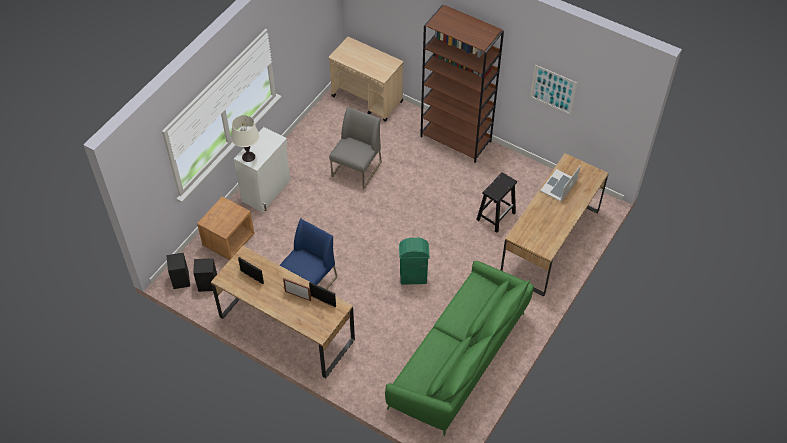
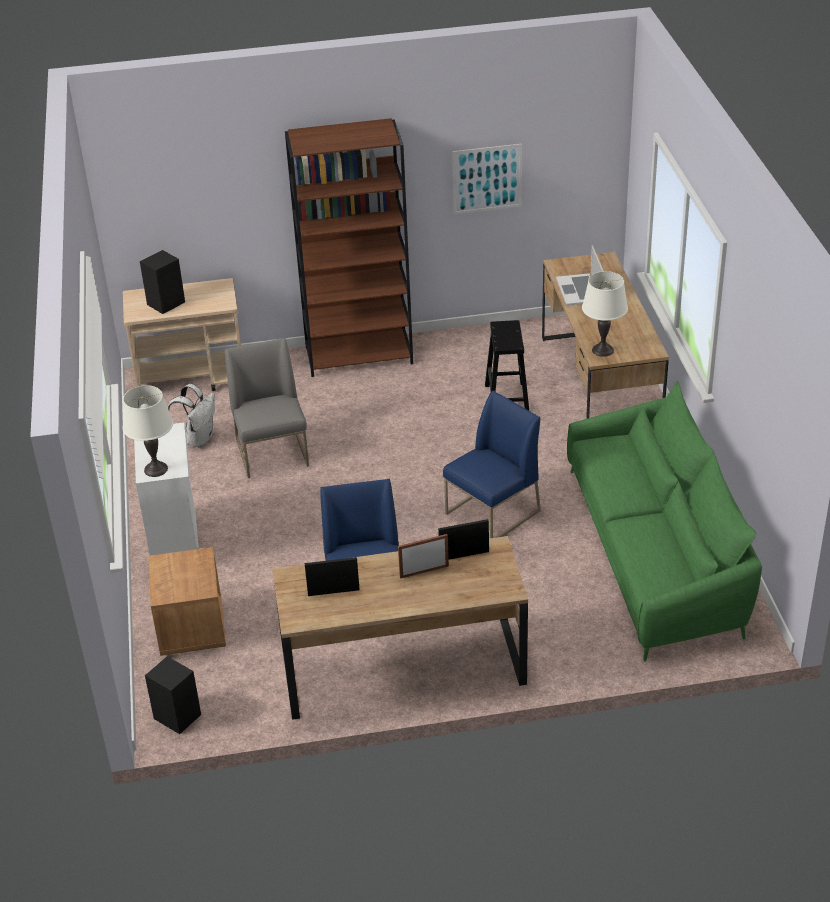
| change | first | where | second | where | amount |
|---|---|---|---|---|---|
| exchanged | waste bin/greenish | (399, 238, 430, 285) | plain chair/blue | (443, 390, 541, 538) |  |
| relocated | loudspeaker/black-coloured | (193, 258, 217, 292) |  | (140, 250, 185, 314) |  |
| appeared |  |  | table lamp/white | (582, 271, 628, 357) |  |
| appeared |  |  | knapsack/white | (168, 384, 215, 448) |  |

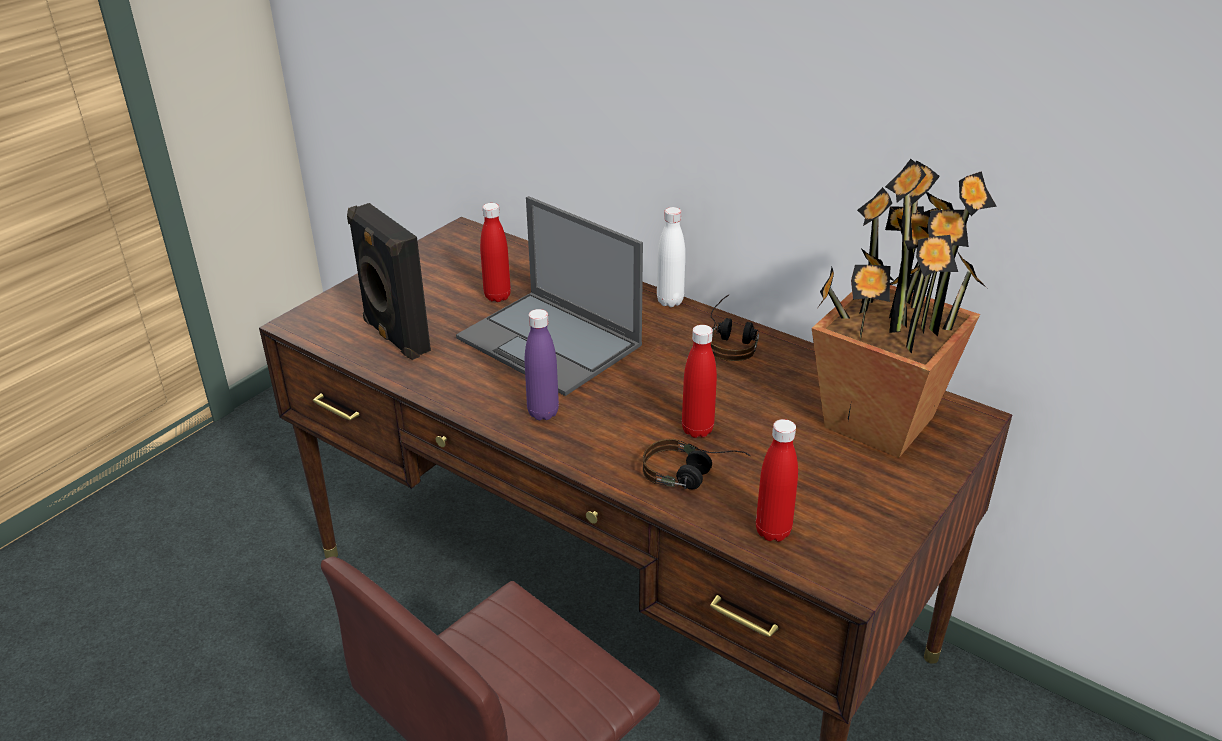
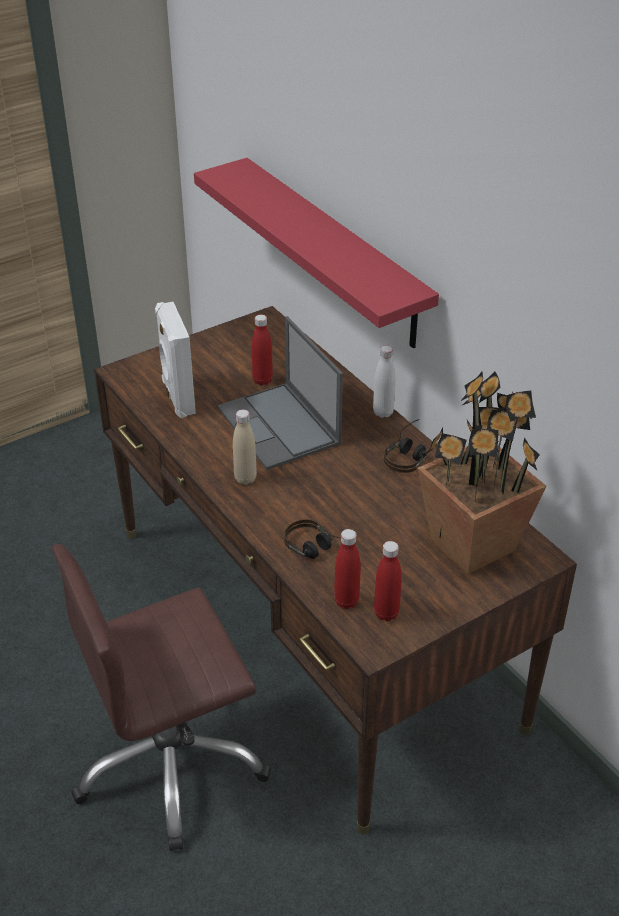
| change | first | where | second | where | amount |
|---|---|---|---|---|---|
| colour | loudspeaker/black-coloured | (347, 203, 431, 360) | loudspeaker/white | (155, 302, 196, 418) |  |
| colour | drink bottle/purple | (525, 309, 559, 420) | drink bottle/beige-coloured | (233, 410, 257, 485) |  |
| relocated | drink bottle/red-coloured | (682, 325, 717, 438) |  | (374, 541, 402, 621) |  |
| appeared |  |  | shelf/red-coloured | (194, 158, 439, 348) |  |

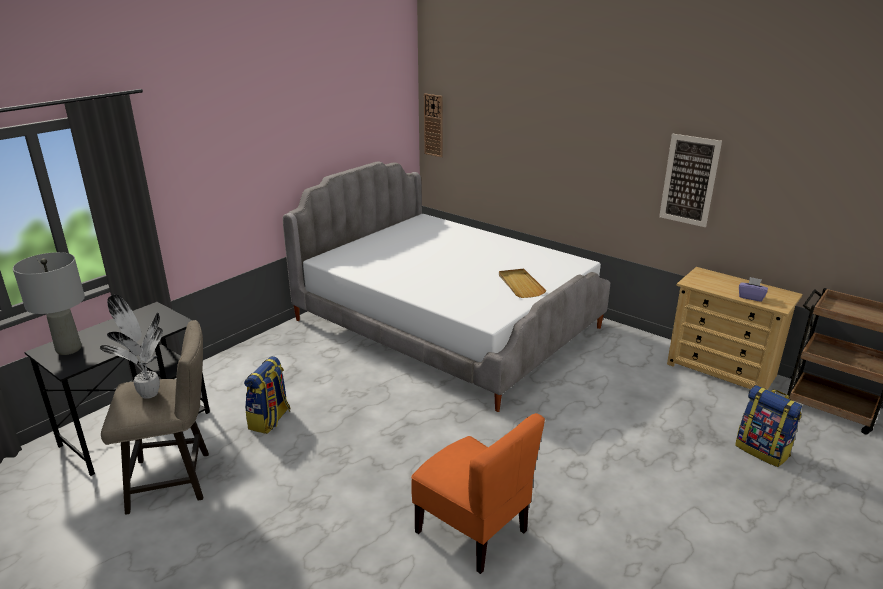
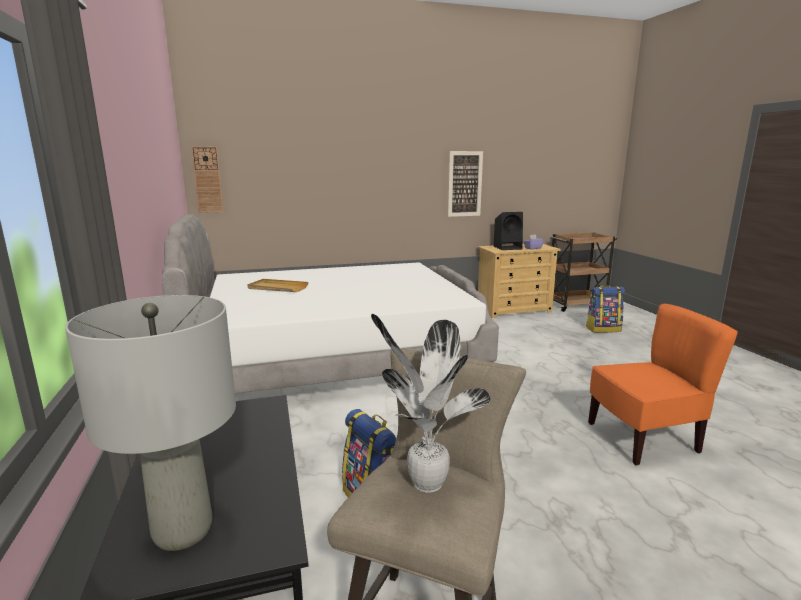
| change | first | where | second | where | amount |
|---|---|---|---|---|---|
| relocated | carrying tray/beige-coloured | (499, 269, 546, 298) |  | (247, 279, 309, 292) |  |
| appeared |  |  | loudspeaker/black-coloured | (494, 212, 523, 250) |  |

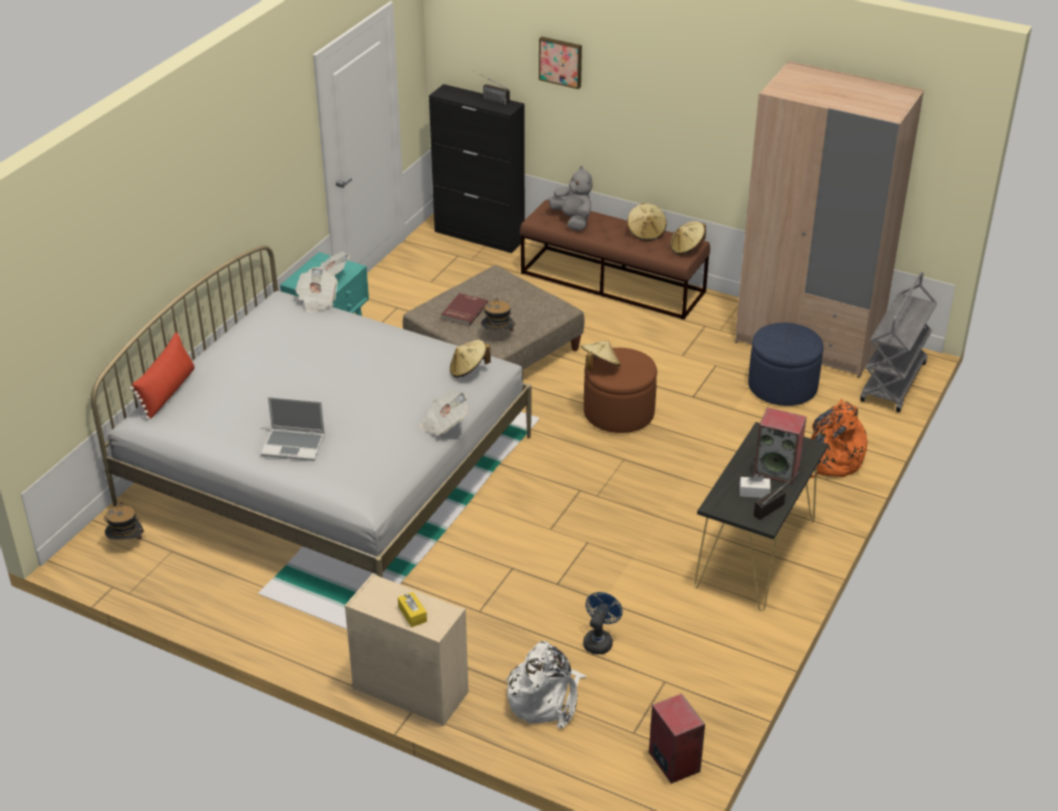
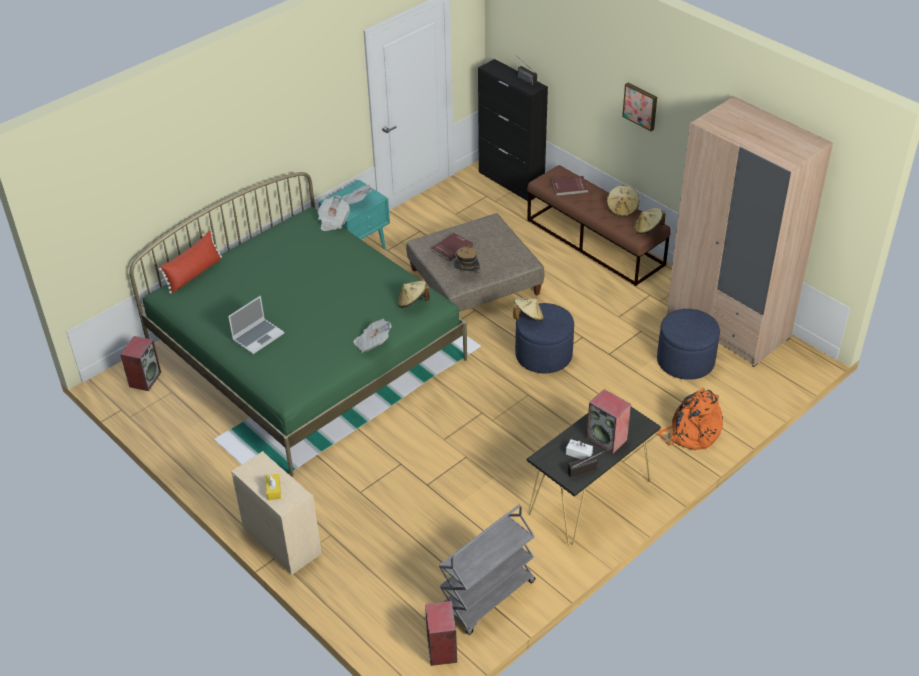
| change | first | where | second | where | amount |
|---|---|---|---|---|---|
| relocated | wall art | (539, 36, 582, 89) |  | (622, 83, 657, 131) |  |
| exchanged | soft toy/grey | (548, 166, 593, 231) | bound book/red-coloured | (552, 176, 589, 196) |  |
| colour | sleeping bed/white | (91, 245, 531, 578) | sleeping bed/greenish | (129, 172, 467, 477) |  |
| relocated | trolley/grey | (860, 272, 937, 412) |  | (439, 505, 535, 635) |  |
| colour | ottoman/brownish | (584, 348, 657, 433) | ottoman/blue | (515, 303, 574, 373) |  |
| spun | portable computer | (261, 397, 325, 461) |  | (228, 296, 284, 354) | 75 degrees counterclockwise |
| exchanged | hat | (104, 502, 145, 540) | loudspeaker | (120, 336, 161, 391) |  |
| missing | fan/blue | (583, 592, 623, 654) |  |  |  |
| missing | knapsack/white | (506, 641, 587, 729) |  |  |  |

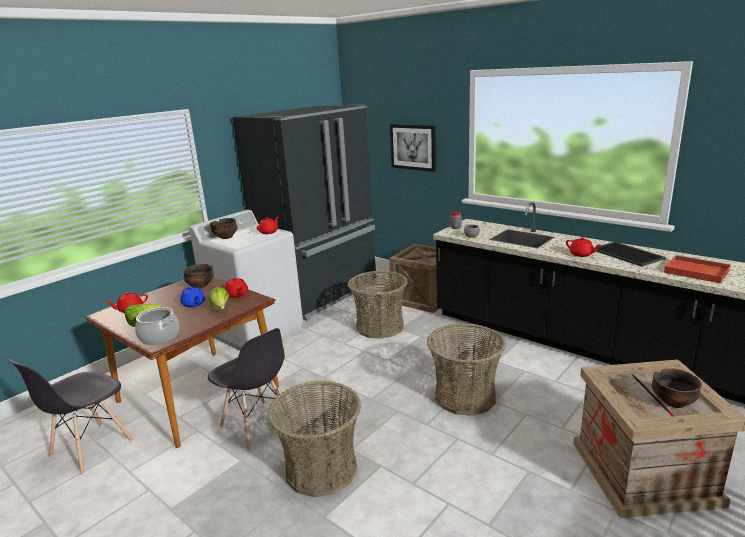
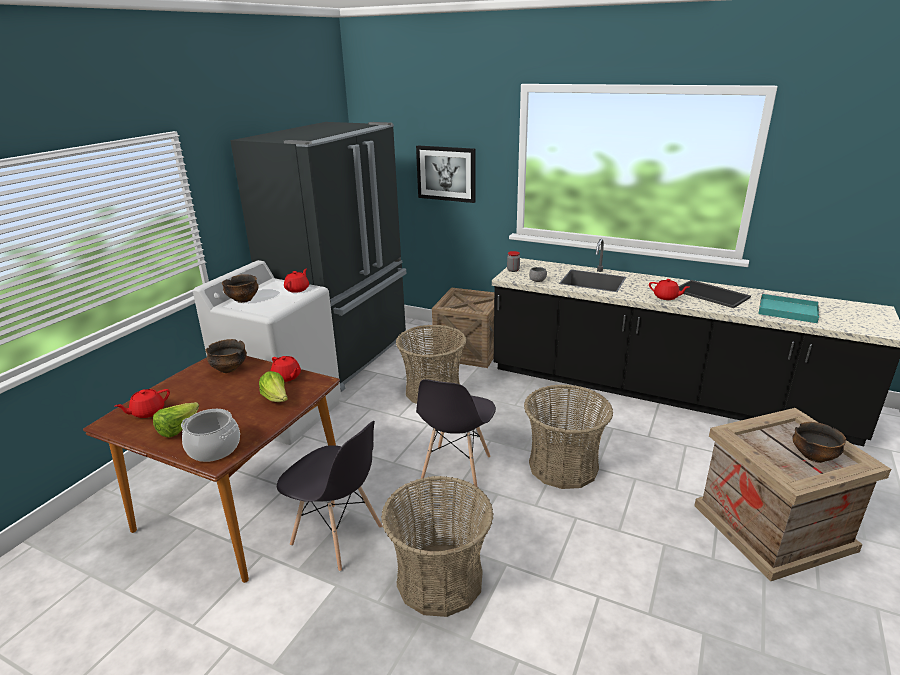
| change | first | where | second | where | amount |
|---|---|---|---|---|---|
| colour | carrying tray/red-coloured | (664, 255, 731, 284) | carrying tray/turquoise | (759, 293, 819, 323) |  |
| missing | teapot/blue | (180, 286, 205, 307) |  |  |  |
| relocated | plain chair/grey | (7, 359, 133, 475) |  | (416, 379, 496, 488) |  |

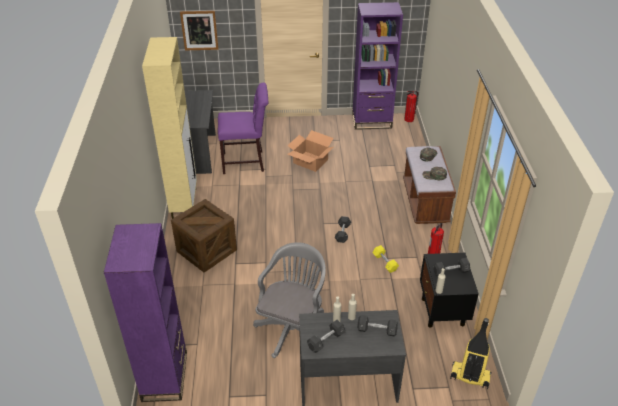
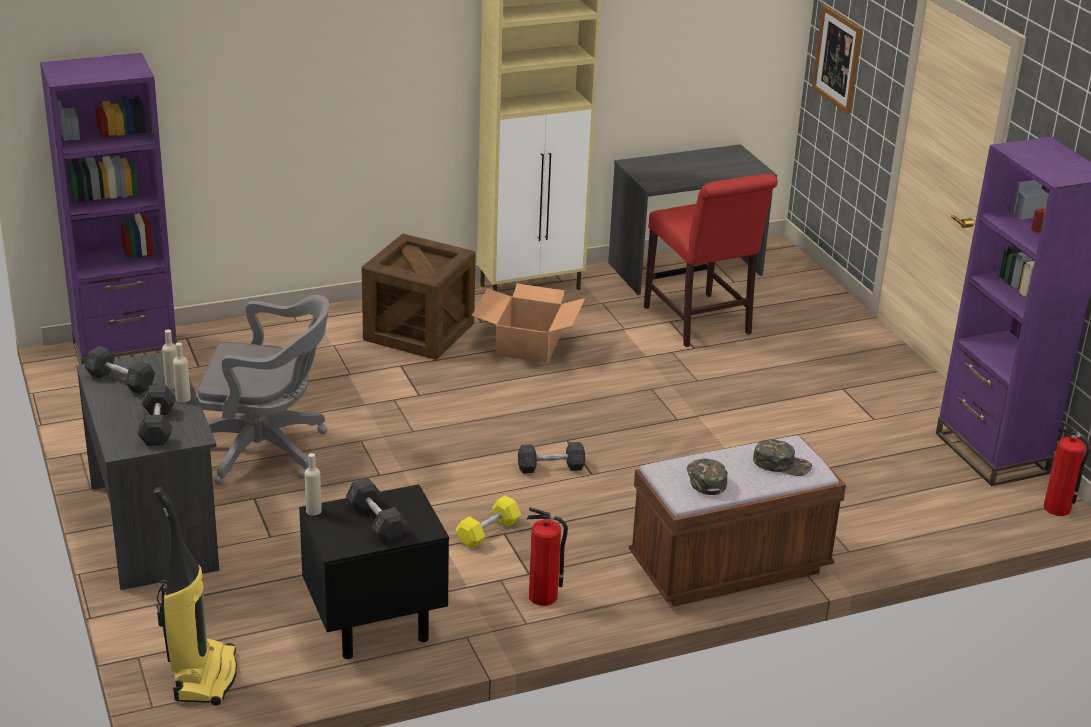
| change | first | where | second | where | amount |
|---|---|---|---|---|---|
| colour | plain chair/purple | (218, 83, 268, 174) | plain chair/red-coloured | (644, 174, 778, 347) |  |
| relocated | packing box | (287, 130, 334, 172) |  | (472, 284, 585, 363) |  |

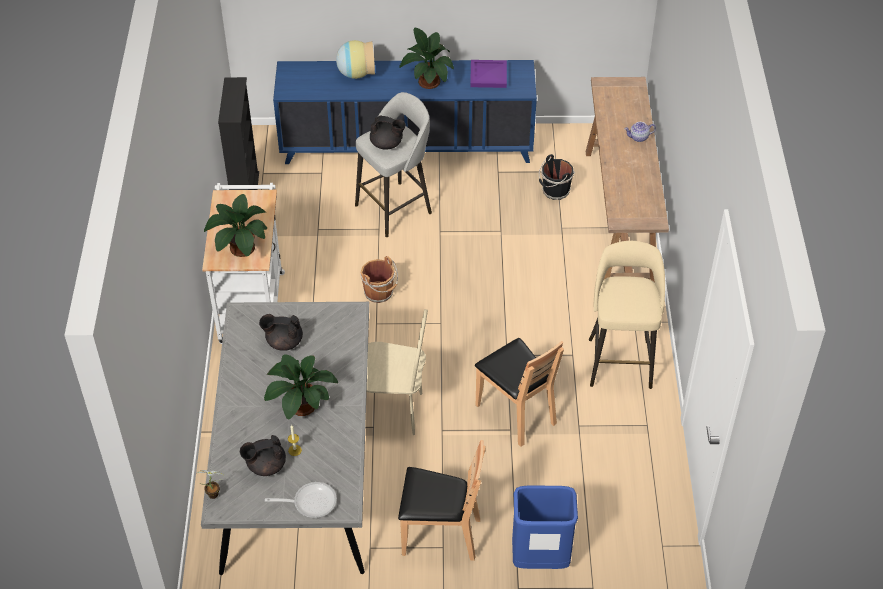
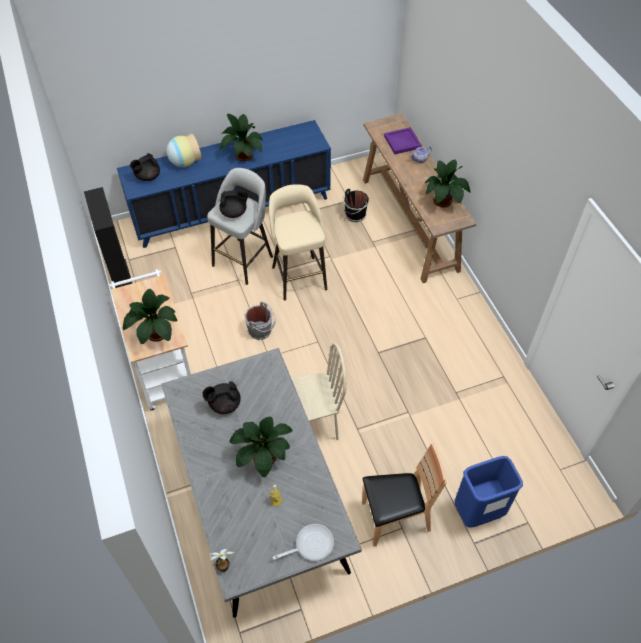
| change | first | where | second | where | amount |
|---|---|---|---|---|---|
| relocated | carrying tray/purple | (470, 60, 507, 88) |  | (384, 127, 422, 154) |  |
| relocated | stool seat/beige-coloured | (589, 241, 665, 389) |  | (269, 184, 327, 301) |  |
| colour | water bucket/brownish | (360, 256, 398, 303) | water bucket/grey | (244, 302, 276, 340) |  |
| missing | plain chair/brownish | (475, 338, 564, 447) |  |  |  |
| relocated | teapot/black-coloured | (240, 435, 286, 476) |  | (130, 153, 160, 181) |  |
| appeared |  |  | plant in a pot | (425, 159, 470, 207) |  |

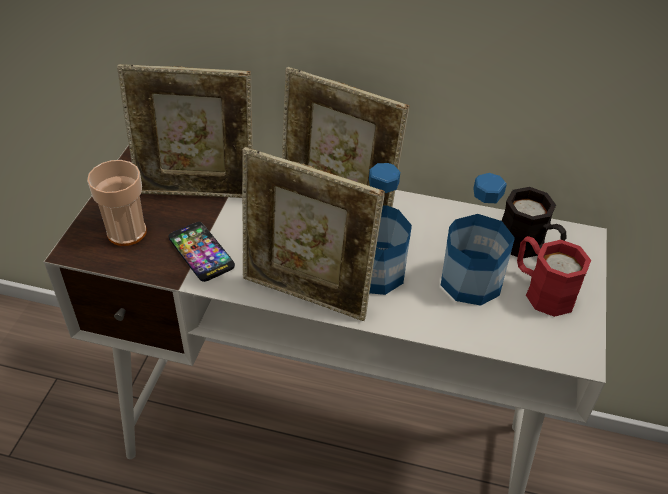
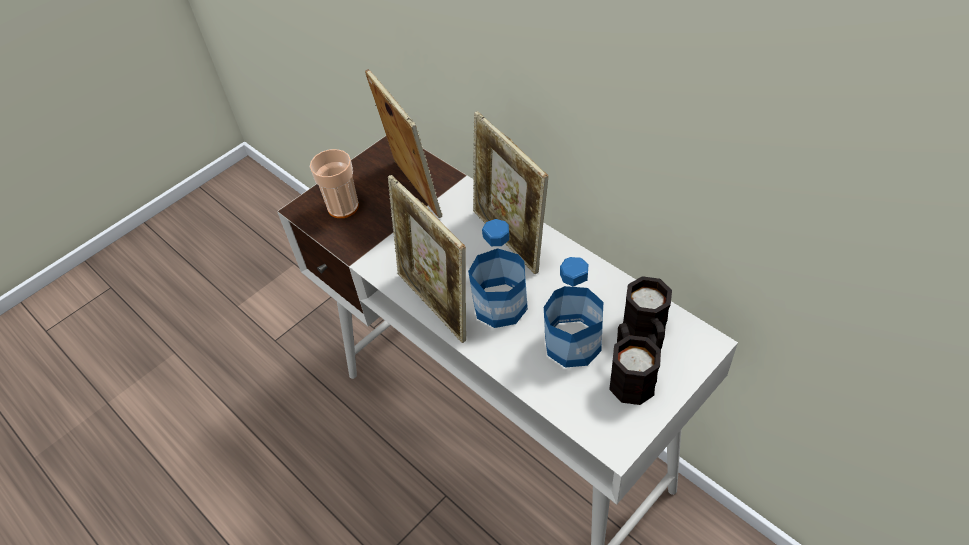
| change | first | where | second | where | amount |
|---|---|---|---|---|---|
| spun | photo frame | (117, 64, 253, 198) |  | (365, 69, 443, 218) | 150 degrees counterclockwise |
| missing | telephone | (168, 222, 235, 282) |  |  |  |
| colour | tea mug/red-coloured | (517, 236, 591, 317) | tea mug/black-coloured | (609, 323, 661, 405) |  |

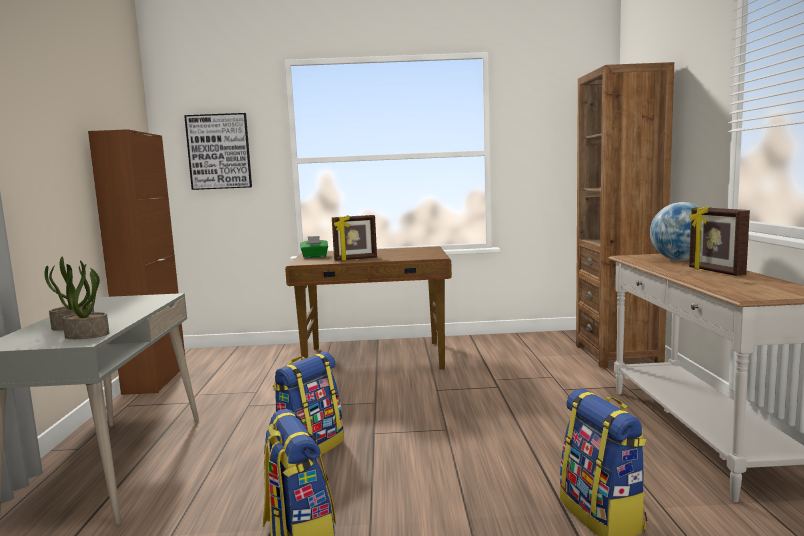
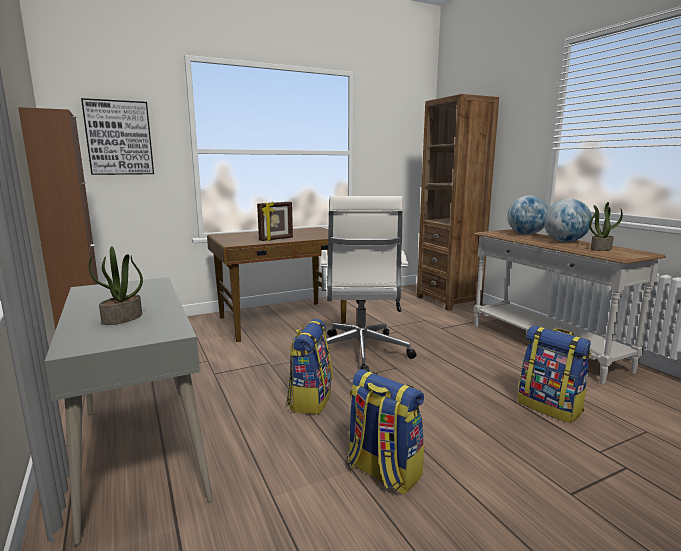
| change | first | where | second | where | amount |
|---|---|---|---|---|---|
| exchanged | photo frame | (689, 206, 750, 276) | globe | (544, 199, 592, 242) |  |
| missing | tissue box/greenish | (300, 236, 328, 258) |  |  |  |
| relocated | plant in a pot | (62, 260, 109, 339) |  | (589, 202, 623, 251) |  |
| appeared |  |  | desk chair/white | (321, 196, 416, 372) |  |

